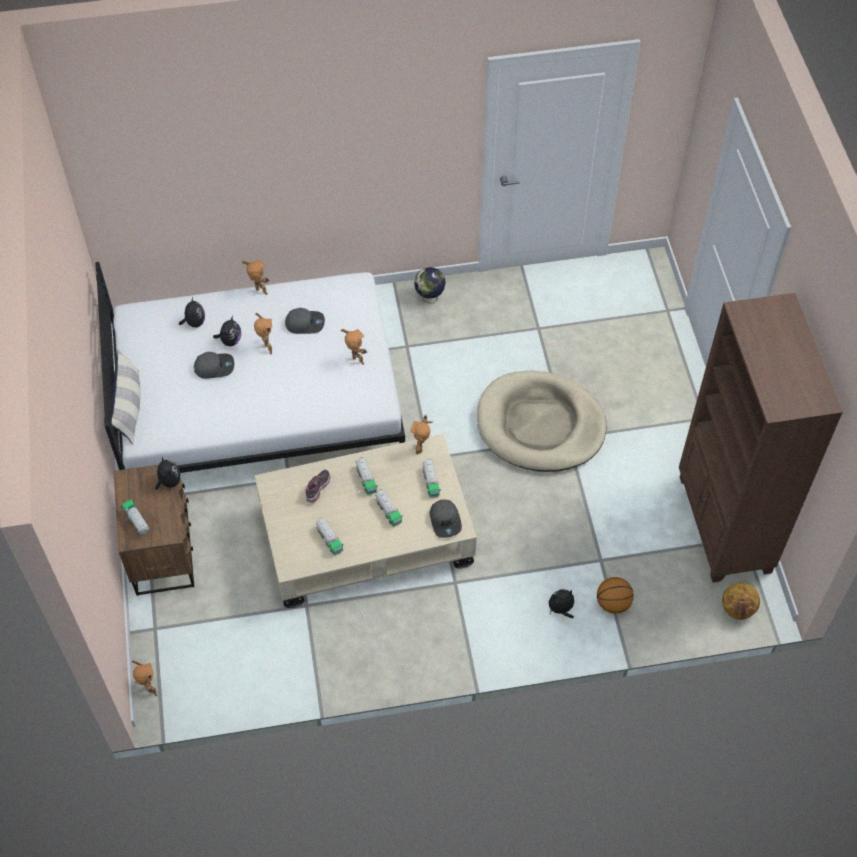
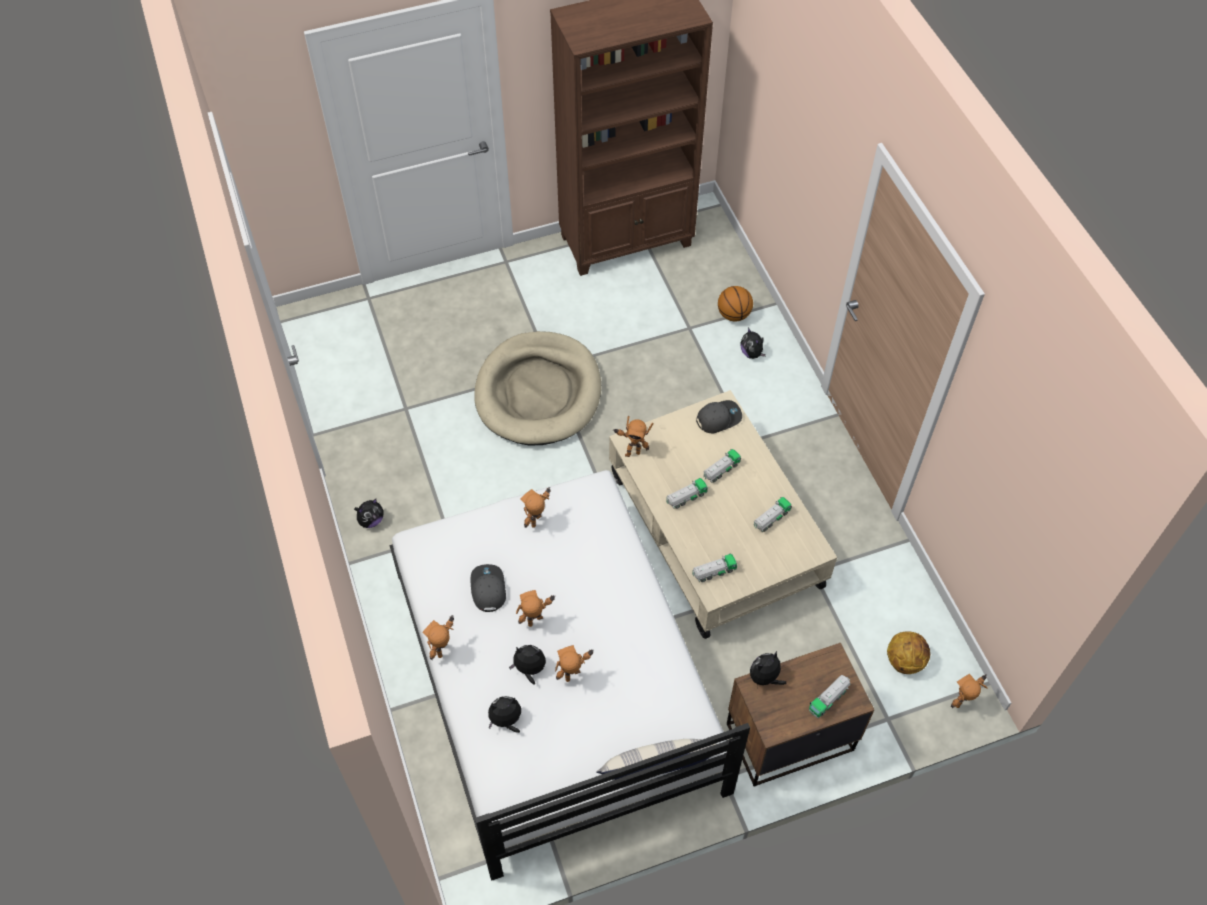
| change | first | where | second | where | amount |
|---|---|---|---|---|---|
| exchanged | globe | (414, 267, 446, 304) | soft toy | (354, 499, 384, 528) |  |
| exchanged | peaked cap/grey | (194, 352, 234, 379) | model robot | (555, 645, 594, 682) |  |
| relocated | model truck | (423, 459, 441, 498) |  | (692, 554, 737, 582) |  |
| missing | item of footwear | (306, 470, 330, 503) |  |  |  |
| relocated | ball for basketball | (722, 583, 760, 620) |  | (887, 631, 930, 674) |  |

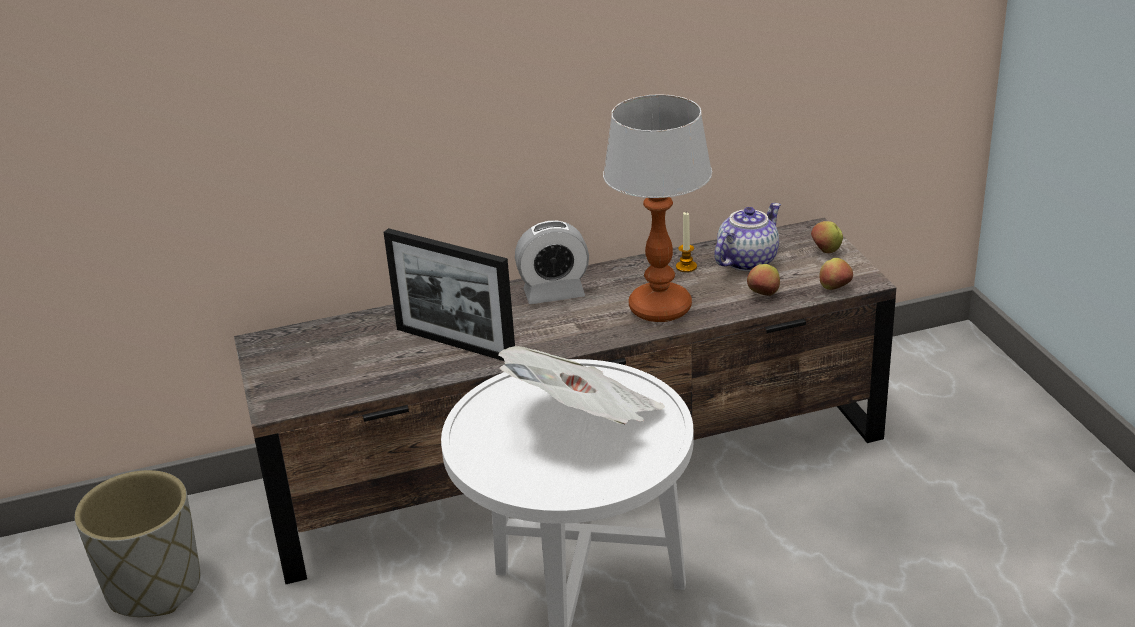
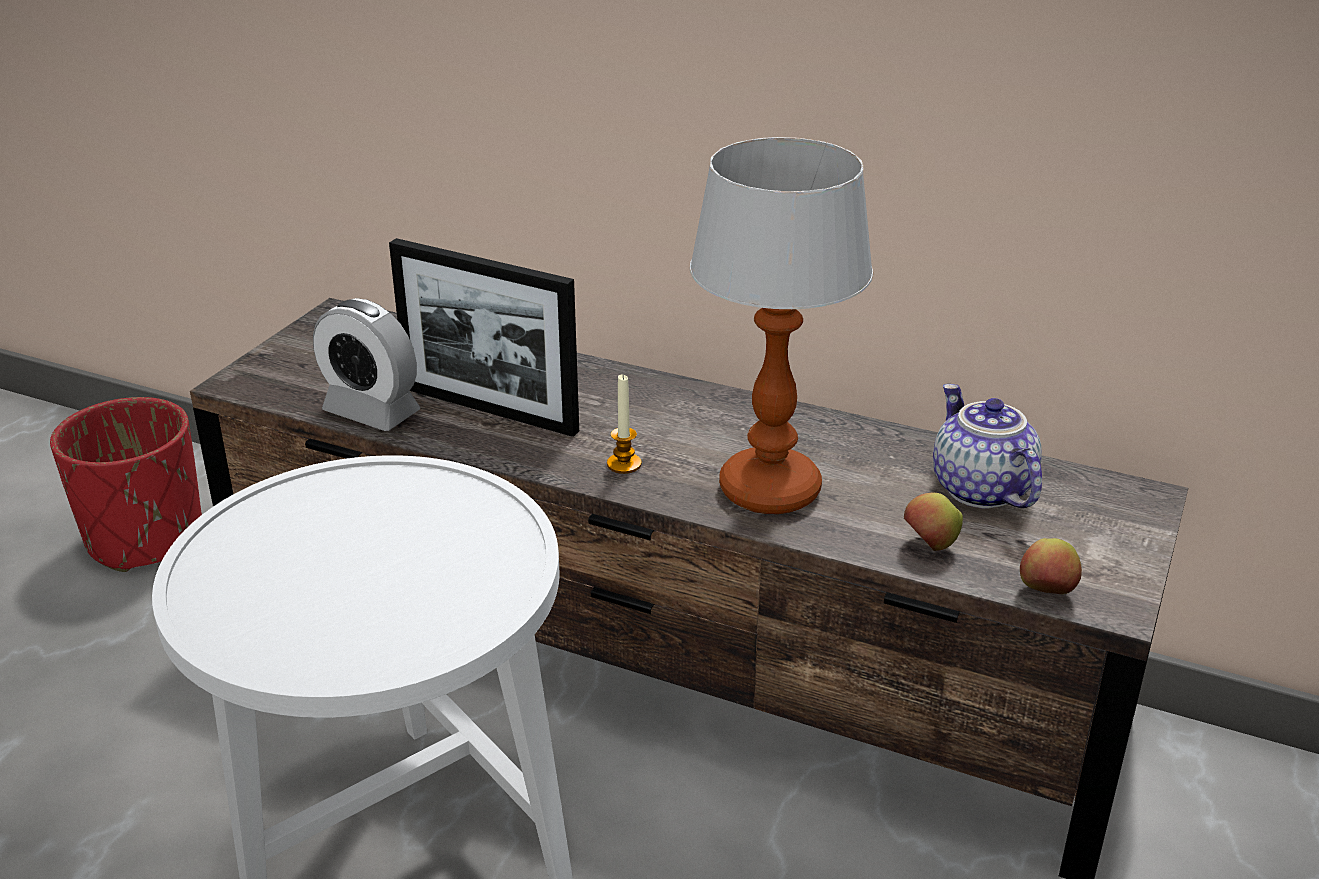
| change | first | where | second | where | amount |
|---|---|---|---|---|---|
| spun | teapot | (714, 203, 781, 271) |  | (933, 384, 1042, 509) | 105 degrees counterclockwise |
| relocated | wax light | (676, 212, 697, 272) |  | (607, 375, 642, 474) |  |
| relocated | alarm clock | (515, 221, 589, 304) |  | (313, 298, 420, 431) |  |
| missing | apple | (811, 221, 843, 253) |  |  |  |
| spun | photo frame | (383, 228, 515, 361) |  | (389, 238, 579, 437) | 45 degrees counterclockwise |
| missing | printed paper | (499, 346, 665, 424) |  |  |  |
| colour | planter/grey | (75, 470, 200, 617) | planter/red-coloured | (50, 397, 202, 572) |  |

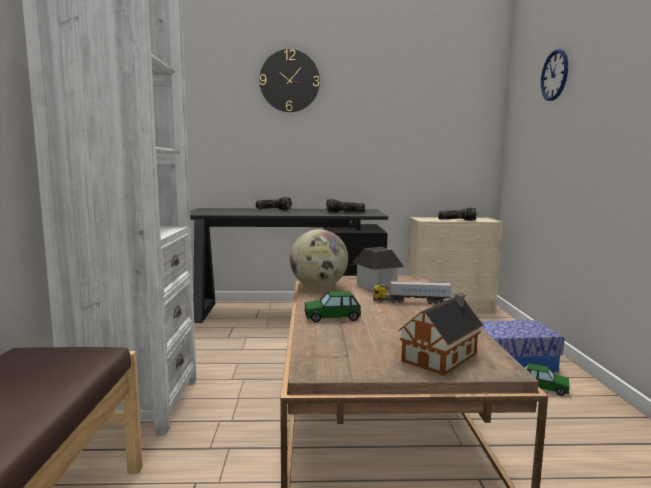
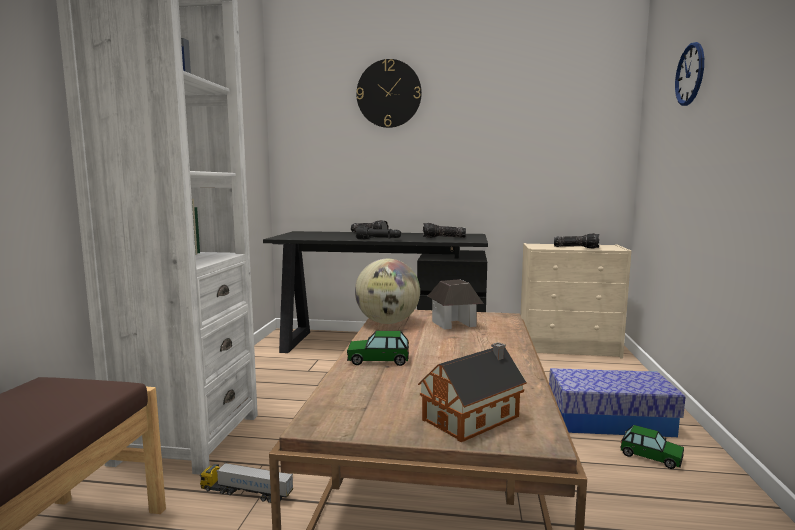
| change | first | where | second | where | amount |
|---|---|---|---|---|---|
| relocated | model truck | (373, 281, 452, 304) |  | (200, 463, 293, 503) |  |
| appeared |  |  | flashlight/black-coloured | (356, 226, 401, 239) |  |

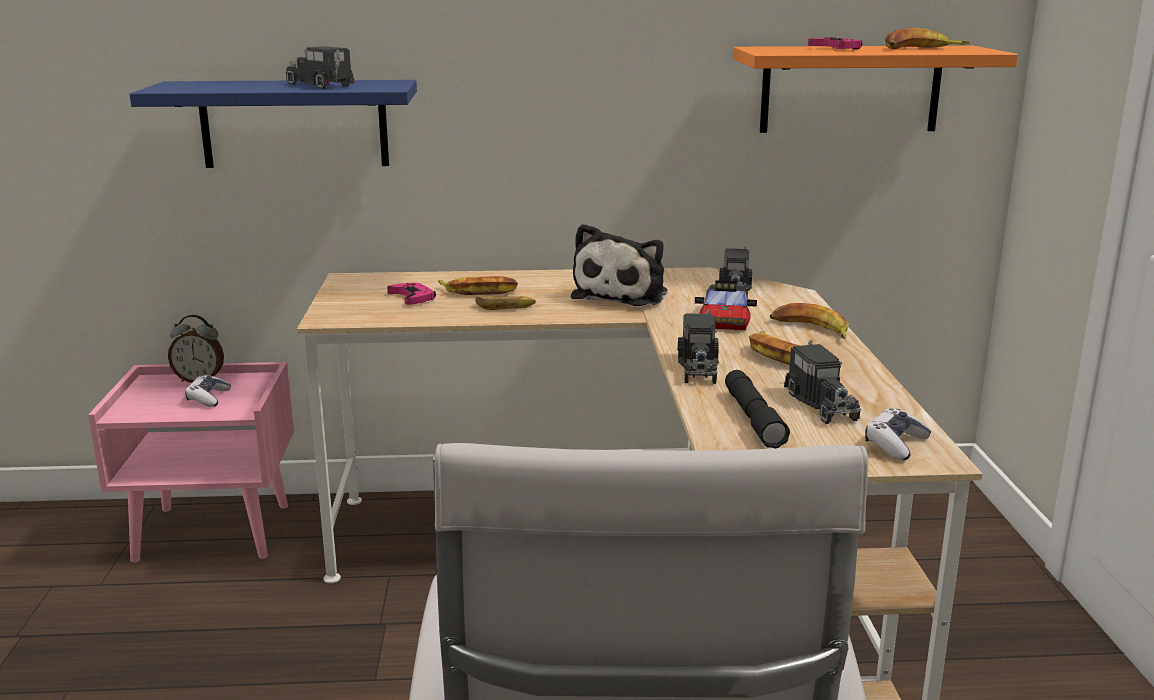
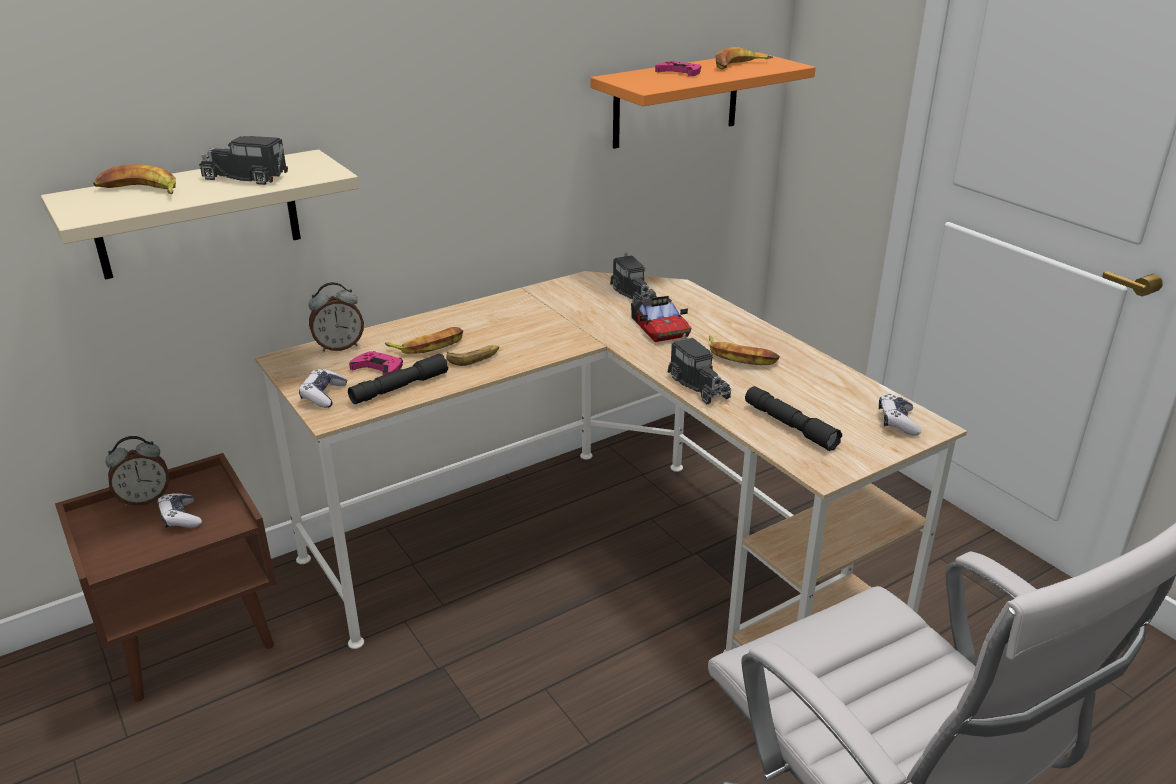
| change | first | where | second | where | amount |
|---|---|---|---|---|---|
| colour | shelf/blue | (130, 80, 417, 168) | shelf/beige-coloured | (41, 149, 359, 280) |  |
| missing | soft toy | (571, 224, 667, 306) |  |  |  |
| relocated | banana | (770, 303, 849, 339) |  | (93, 164, 176, 194) |  |
| missing | model truck | (784, 339, 861, 424) |  |  |  |
| colour | nightstand/pink | (88, 362, 294, 563) | nightstand/brownish | (55, 453, 276, 702) |  |
| appeared |  |  | alarm clock | (309, 282, 364, 352) |  |
| appeared |  |  | flashlight/black-coloured | (348, 353, 448, 404) |  |
| appeared |  |  | game controller | (299, 369, 347, 408) |  |

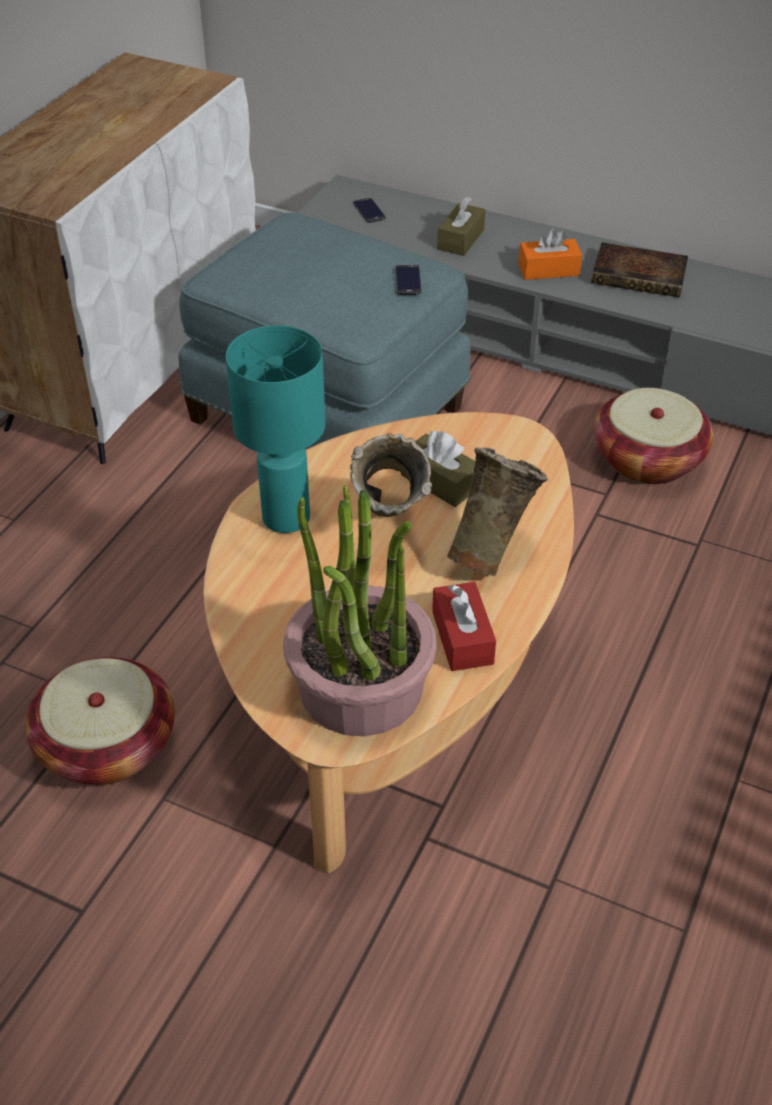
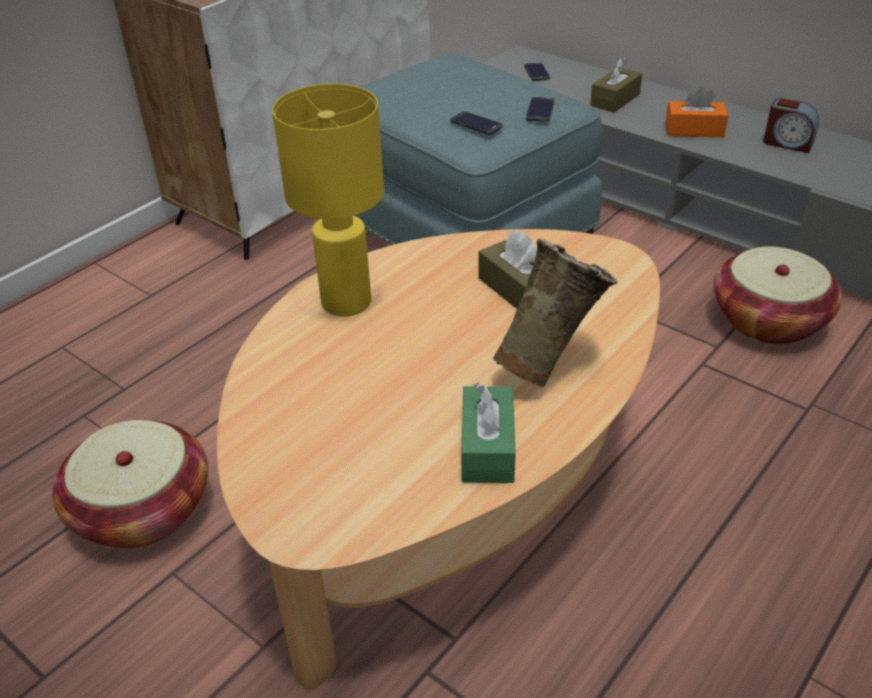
| change | first | where | second | where | amount |
|---|---|---|---|---|---|
| exchanged | bound book | (591, 242, 688, 298) | alarm clock | (763, 98, 819, 153) |  |
| colour | table lamp/turquoise | (226, 326, 326, 533) | table lamp/yellowish | (272, 84, 384, 317) |  |
| missing | flower vase/beige-coloured | (350, 433, 432, 517) |  |  |  |
| missing | plant in a pot | (283, 485, 437, 736) |  |  |  |
| colour | tissue box/red-coloured | (432, 582, 496, 671) | tissue box/greenish | (462, 383, 516, 483) |  |
| appeared |  |  | telephone | (450, 111, 503, 135) |  |

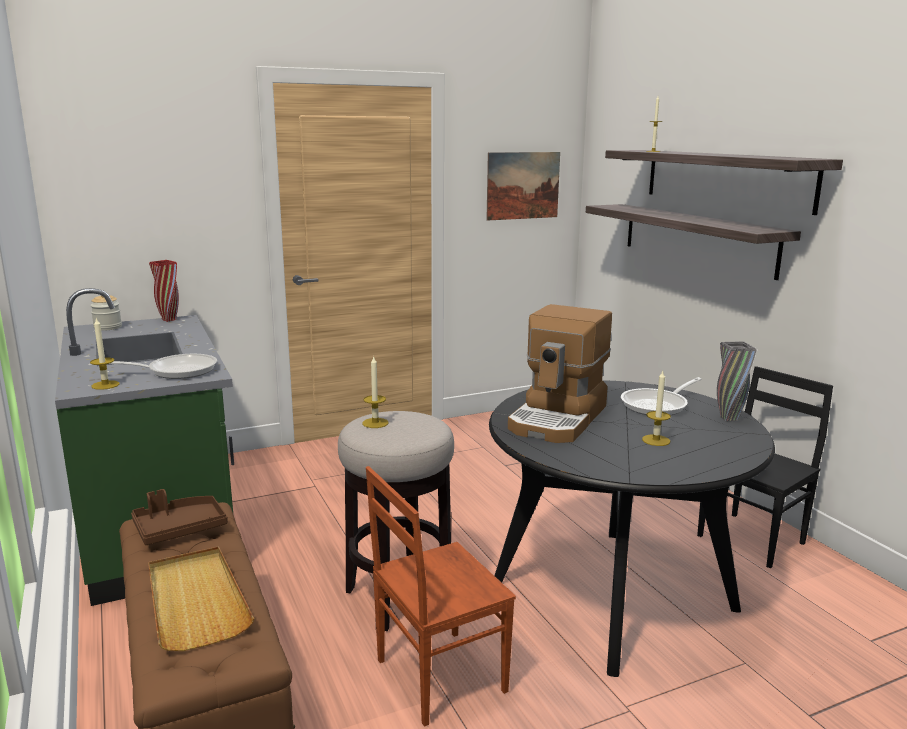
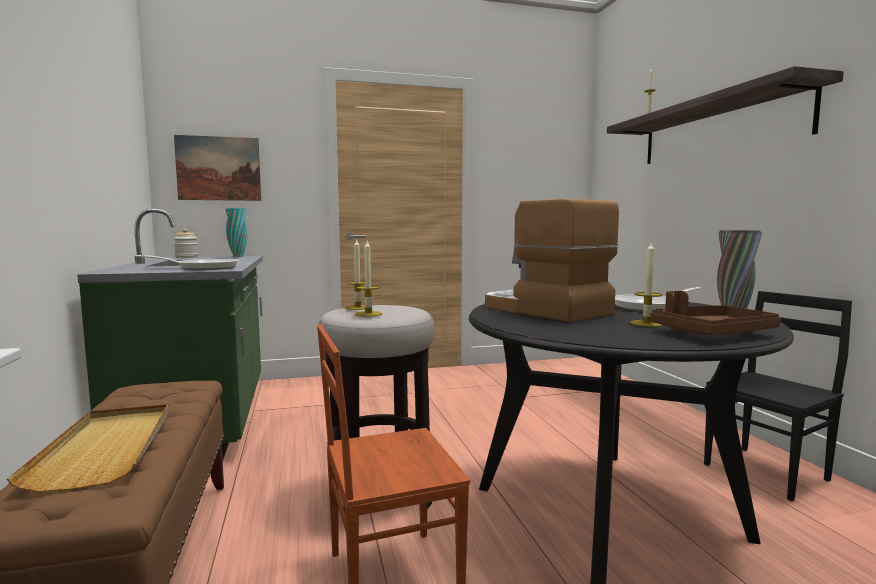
| change | first | where | second | where | amount |
|---|---|---|---|---|---|
| relocated | wall art | (486, 152, 560, 221) |  | (174, 135, 261, 201) |  |
| missing | shelf | (586, 204, 801, 280) |  |  |  |
| colour | flower vase/red-coloured | (149, 260, 179, 322) | flower vase/turquoise | (226, 208, 248, 257) |  |
| spun | coffee maker | (508, 304, 612, 443) |  | (485, 199, 619, 322) | 105 degrees clockwise |
| relocated | wax light | (90, 318, 119, 390) |  | (355, 241, 382, 317) |  |
| relocated | carrying tray/brownish | (131, 489, 228, 545) |  | (651, 291, 781, 335) |  |

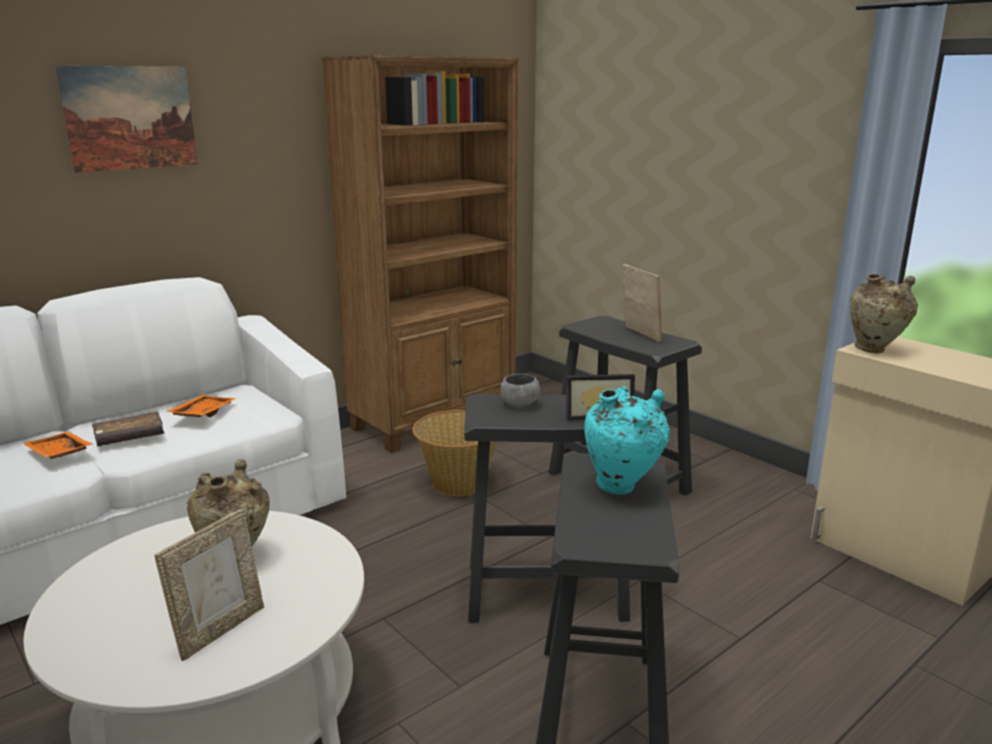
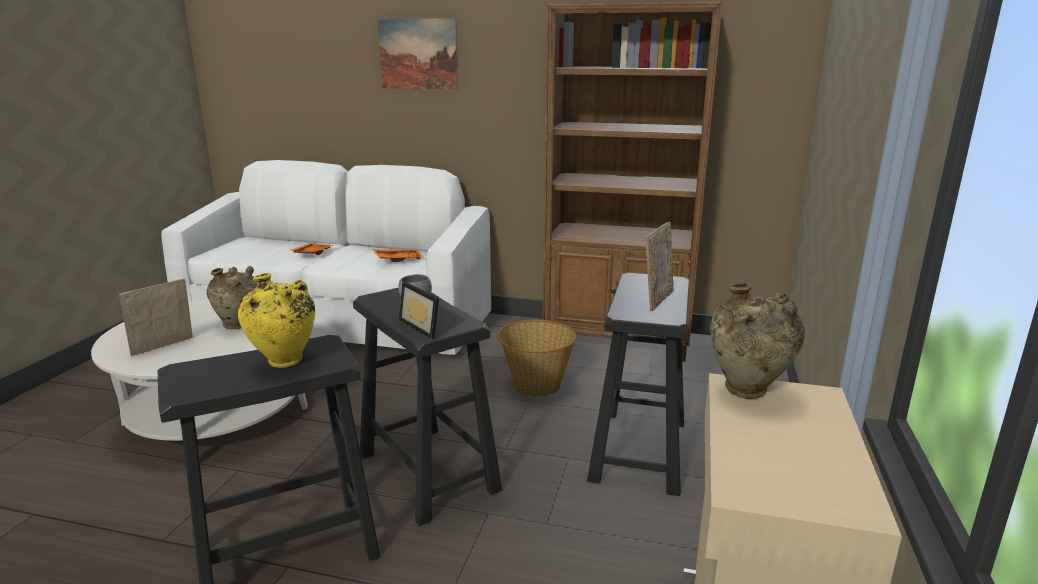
| change | first | where | second | where | amount |
|---|---|---|---|---|---|
| colour | flower vase/turquoise | (584, 386, 670, 494) | flower vase/yellowish | (238, 273, 315, 368) |  |
| missing | bound book/brownish | (92, 411, 165, 446) |  |  |  |
| spun | photo frame | (154, 509, 264, 661) |  | (119, 278, 193, 356) | 135 degrees clockwise |

